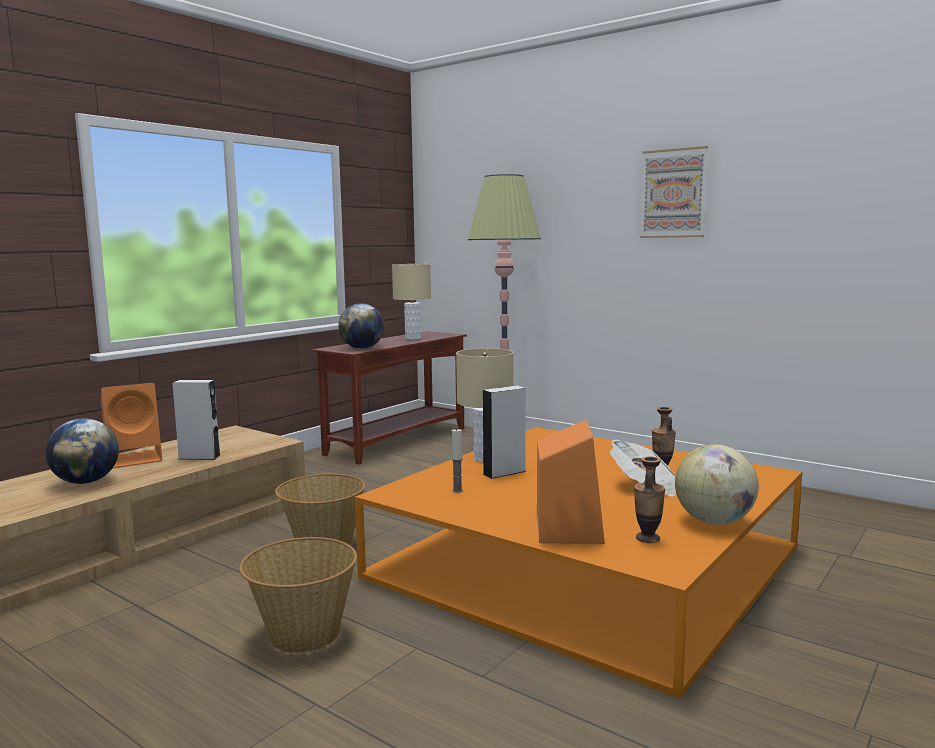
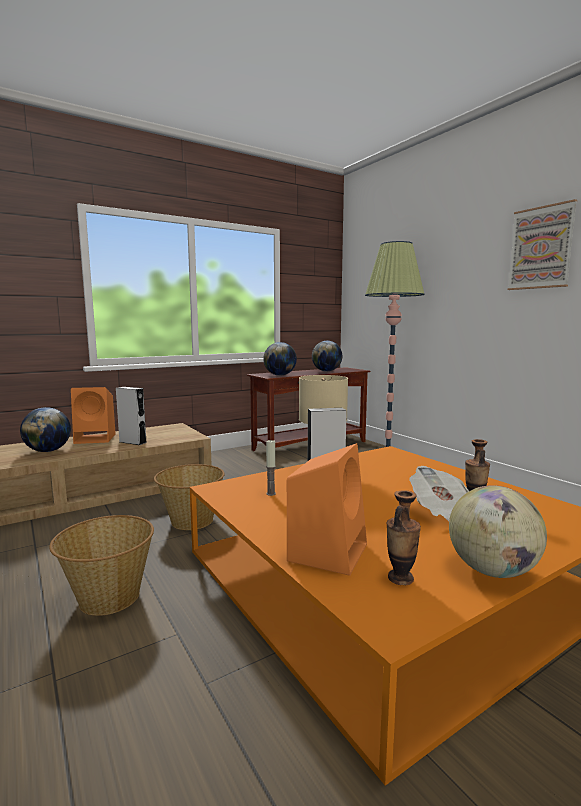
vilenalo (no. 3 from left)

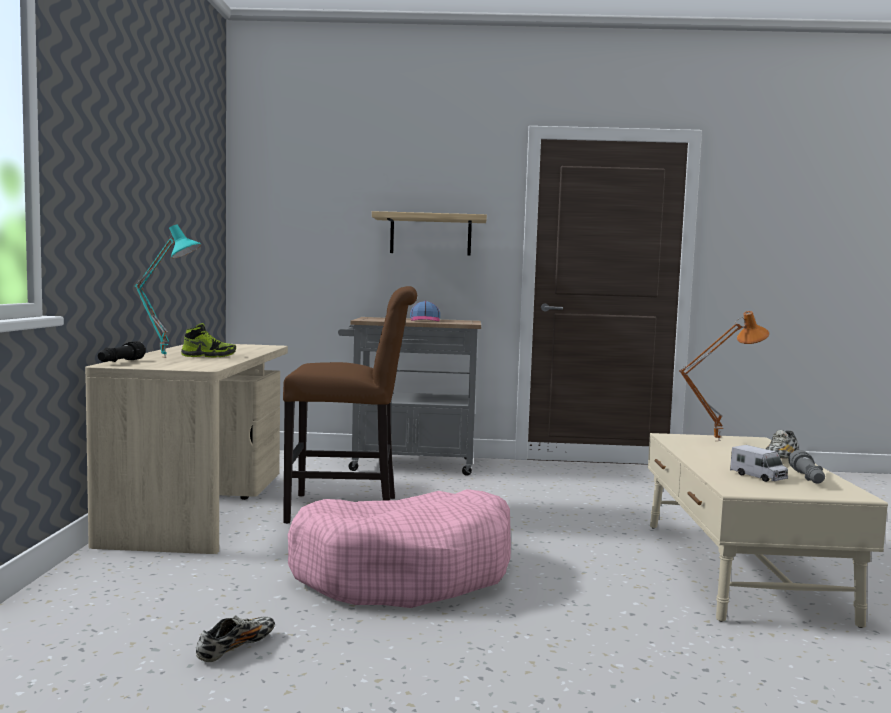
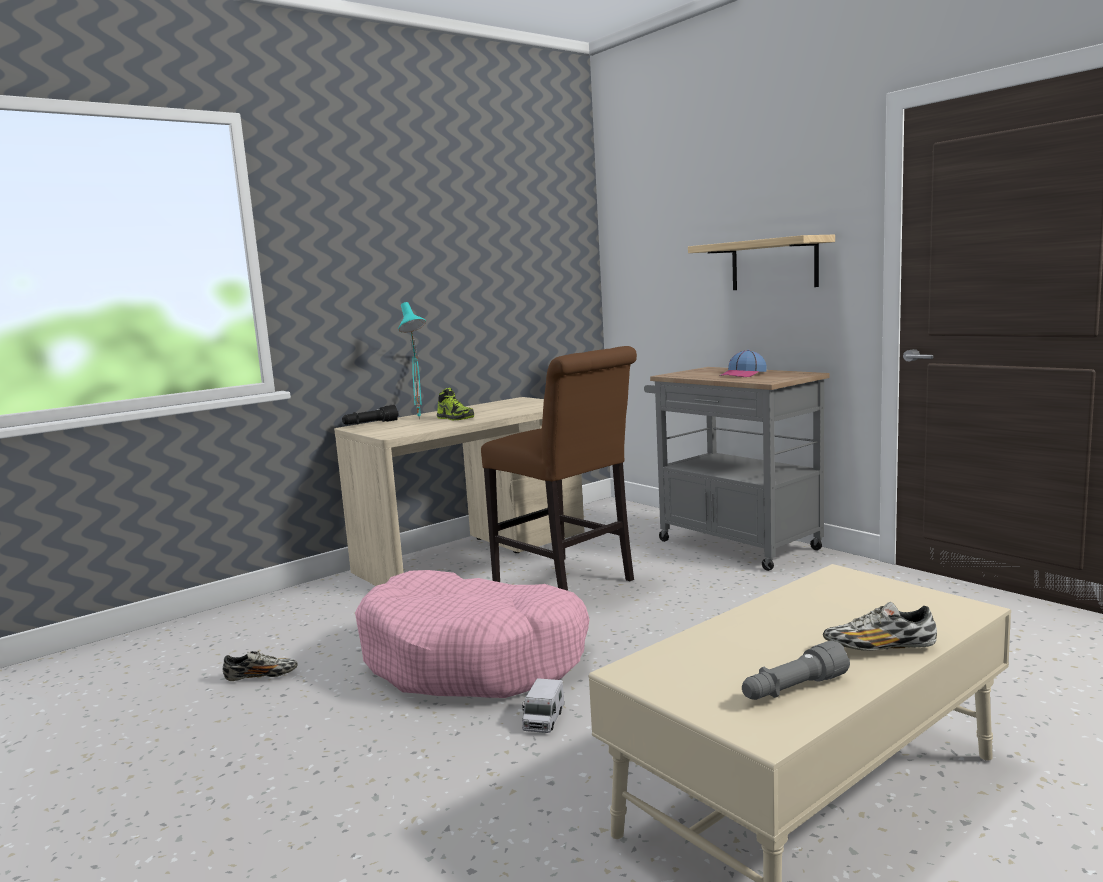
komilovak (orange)
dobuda

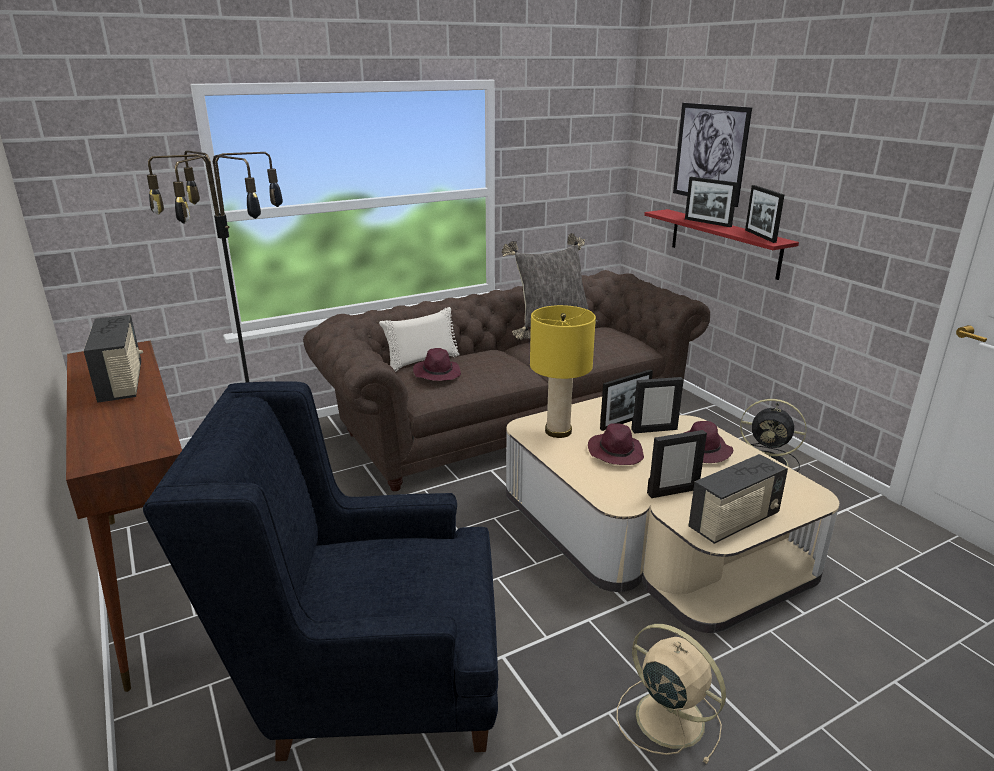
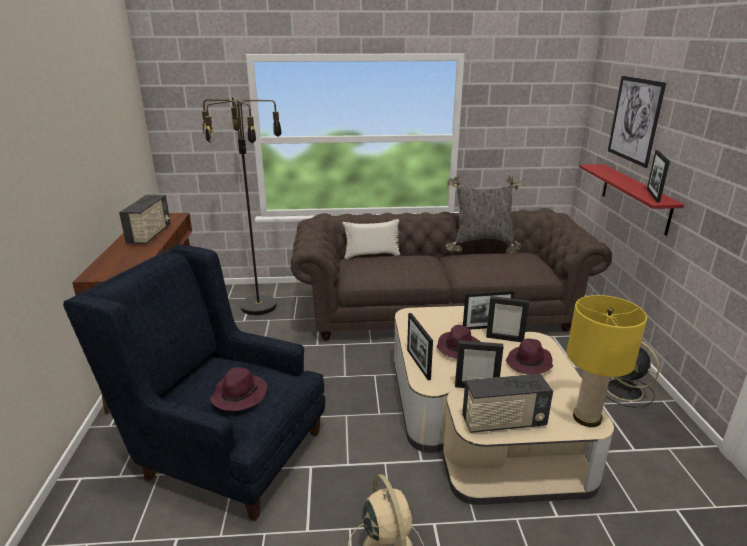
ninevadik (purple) (no. 1 from left)
komilovak (yellow)
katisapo (no. 1 from left)

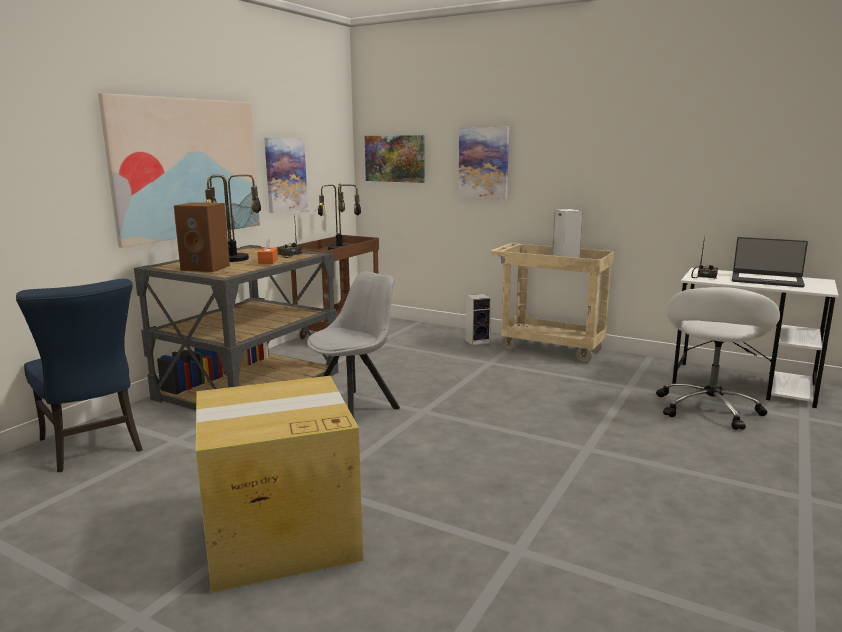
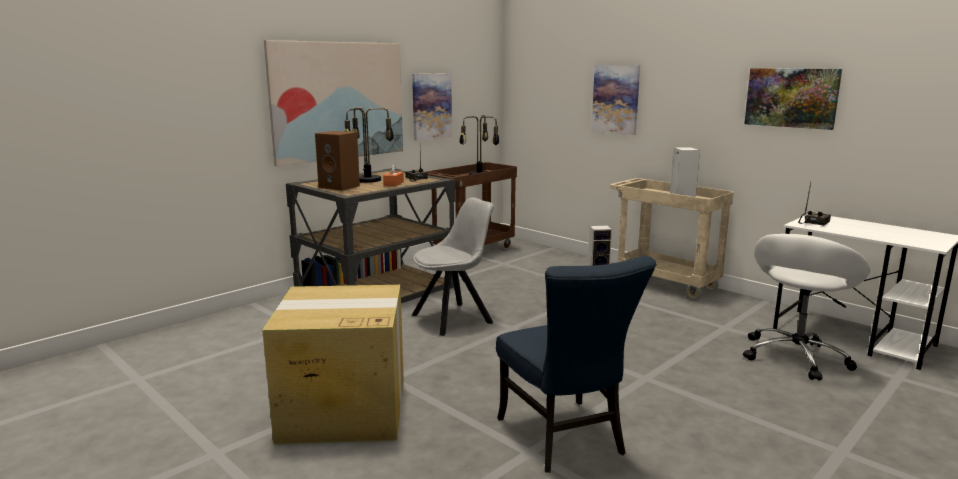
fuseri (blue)
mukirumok (no. 4 from left)
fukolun

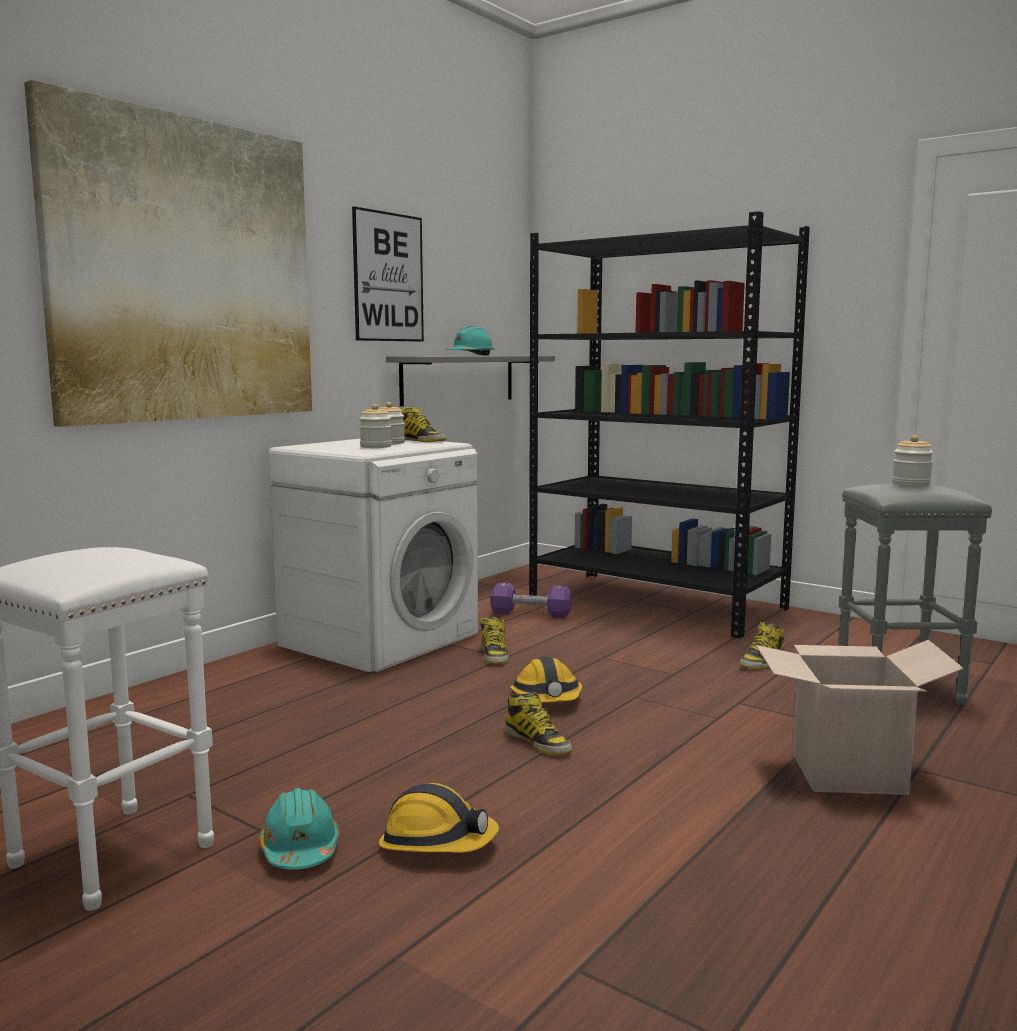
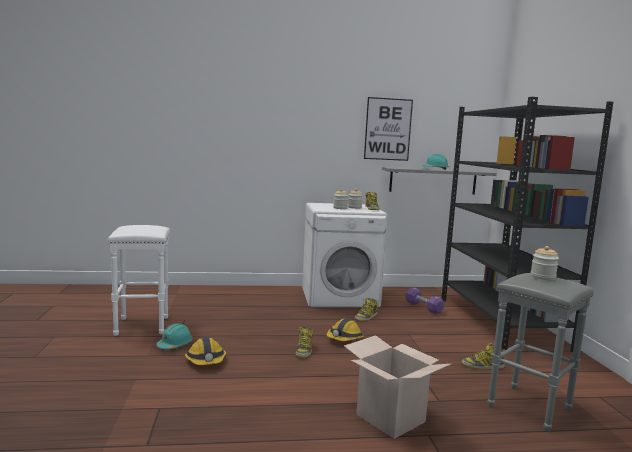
mukirumok (no. 1 from left in the first image)

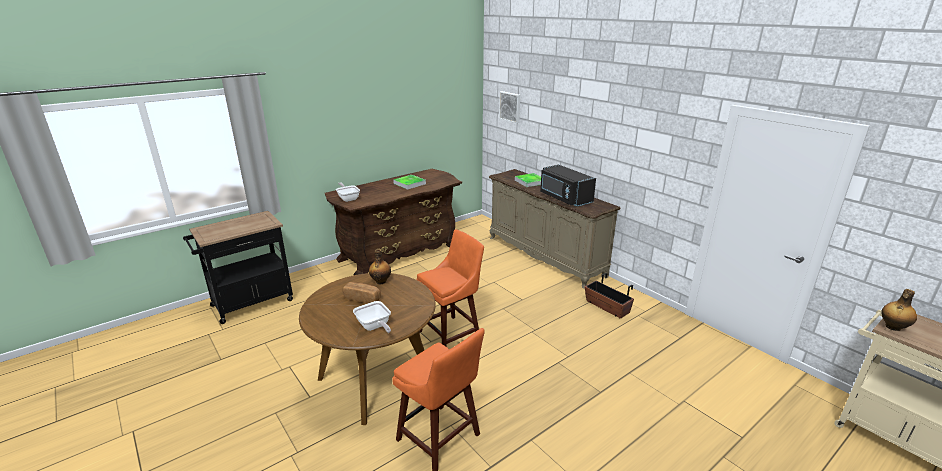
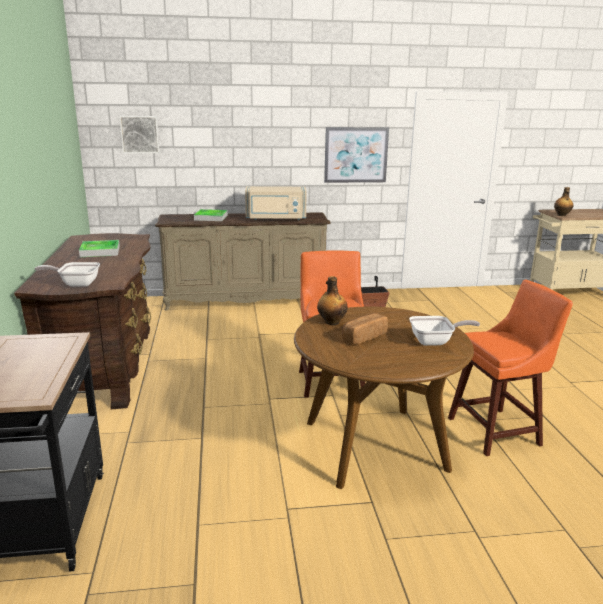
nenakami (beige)
mukirumok (no. 2 from left)

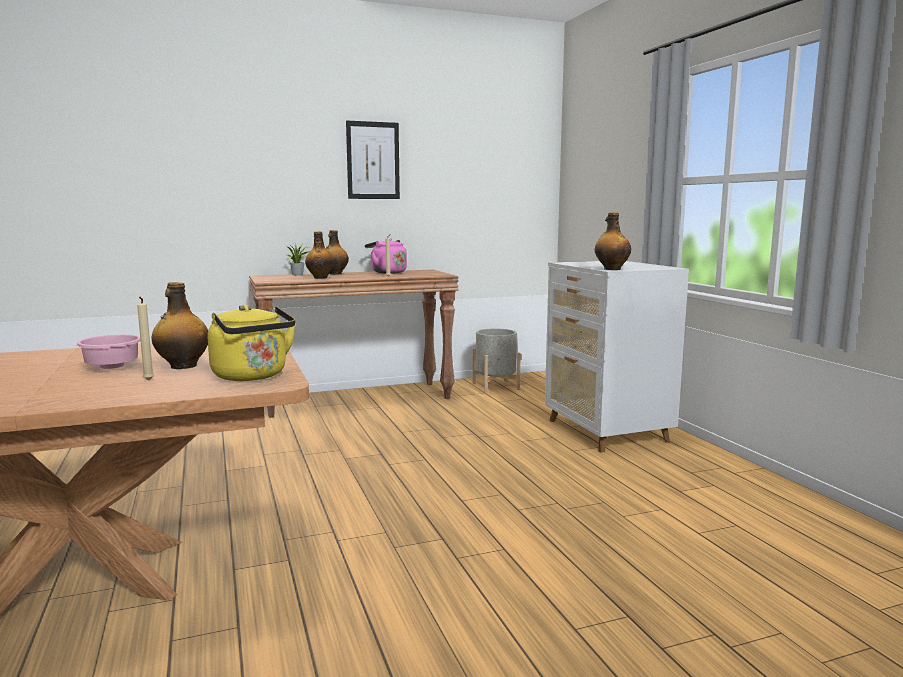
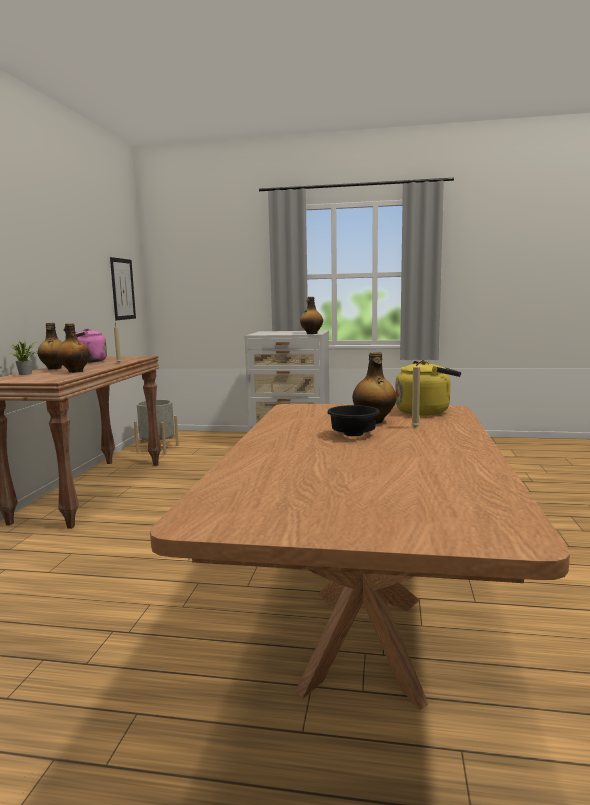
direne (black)
mukirumok

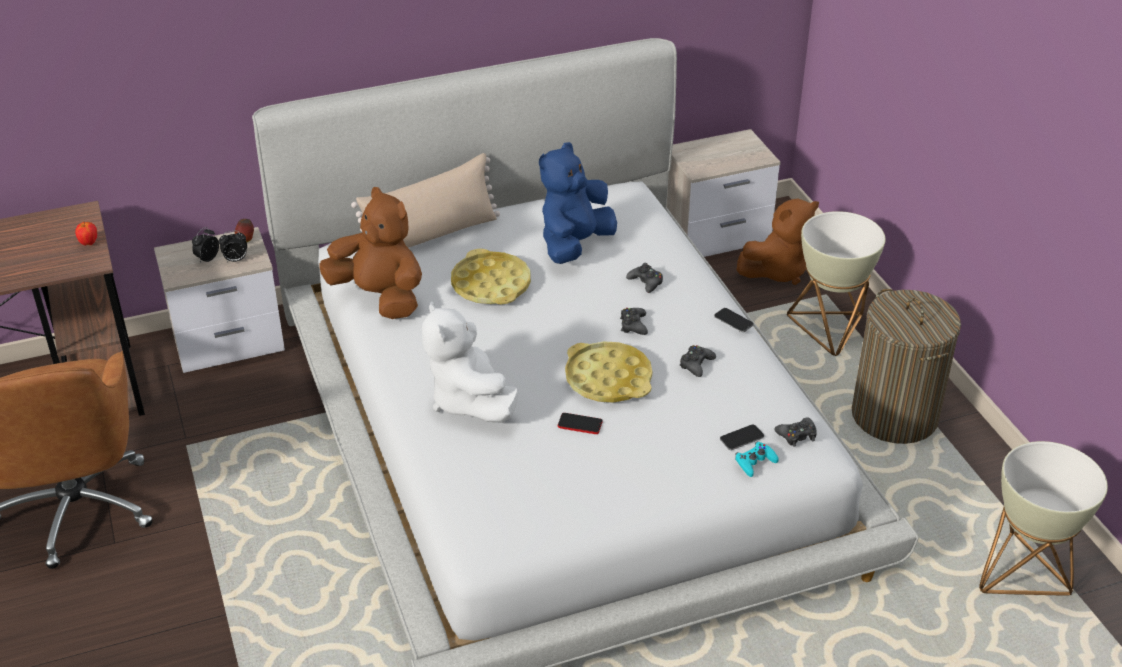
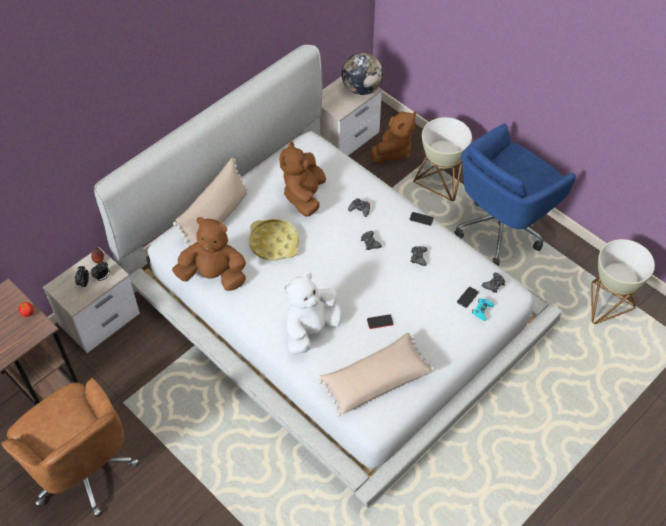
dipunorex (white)
dipunorex (brown) (no. 2 from left)
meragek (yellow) (no. 2 from left in the first image)
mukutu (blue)
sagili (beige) (no. 2 from left)
vilenalo

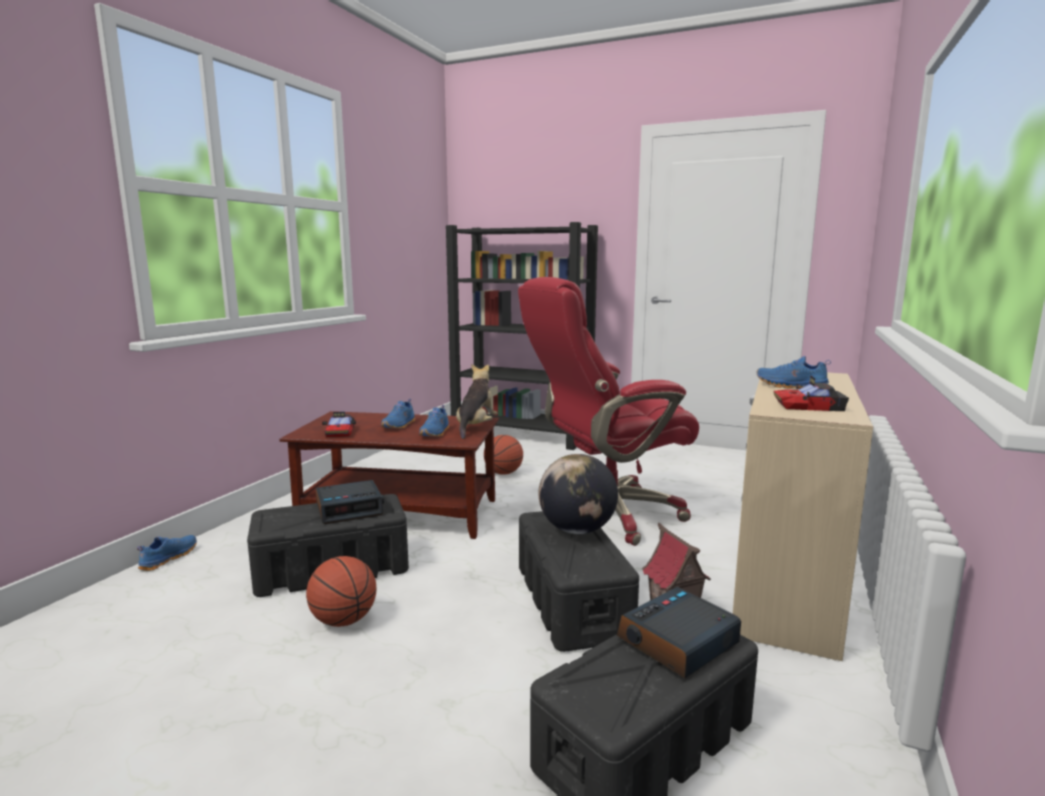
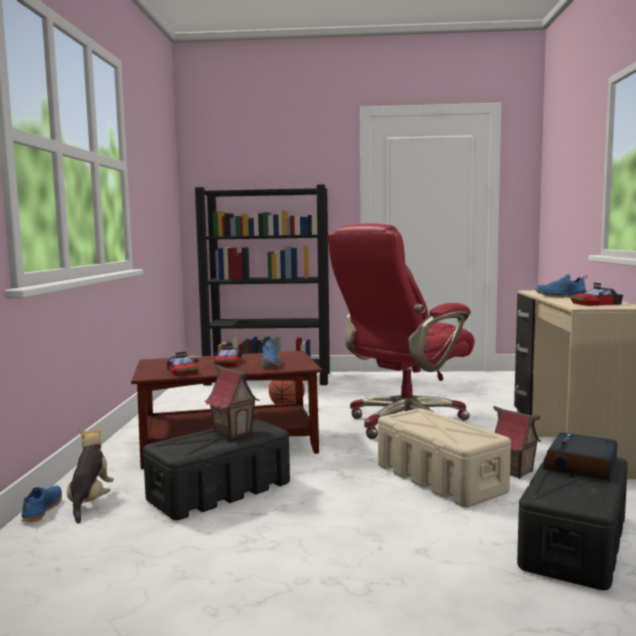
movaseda (no. 1 from left in the first image)
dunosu (no. 1 from left)
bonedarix (no. 2 from left)
dipunorex
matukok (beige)
vilenalo

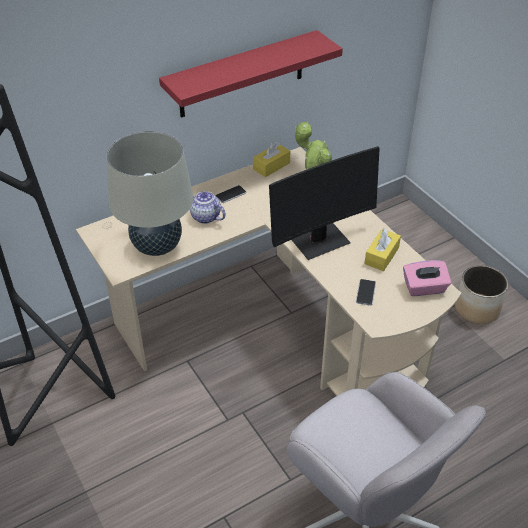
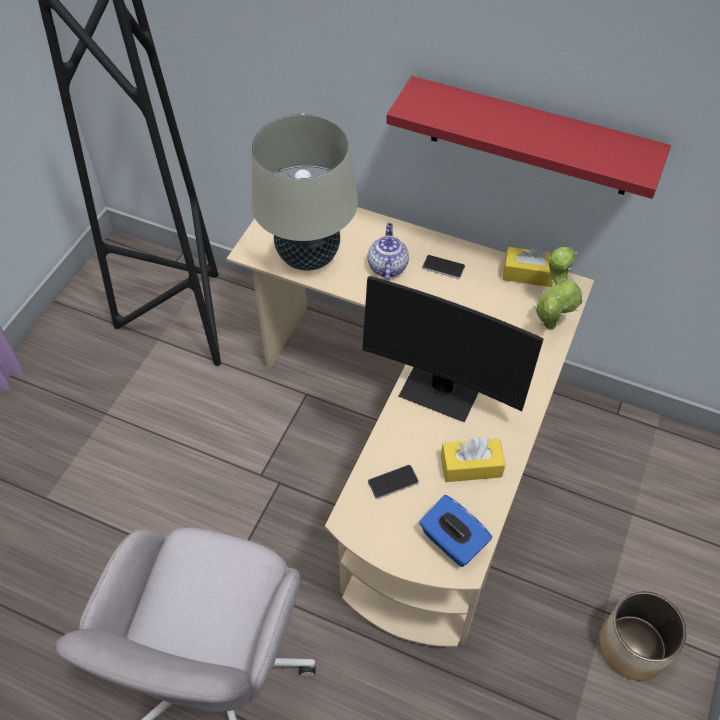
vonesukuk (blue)

